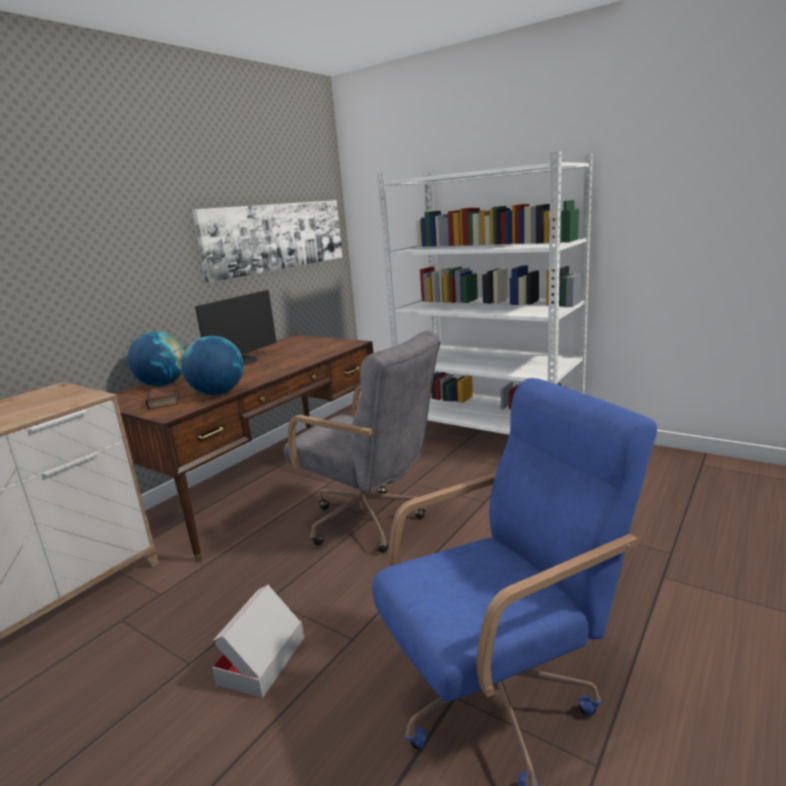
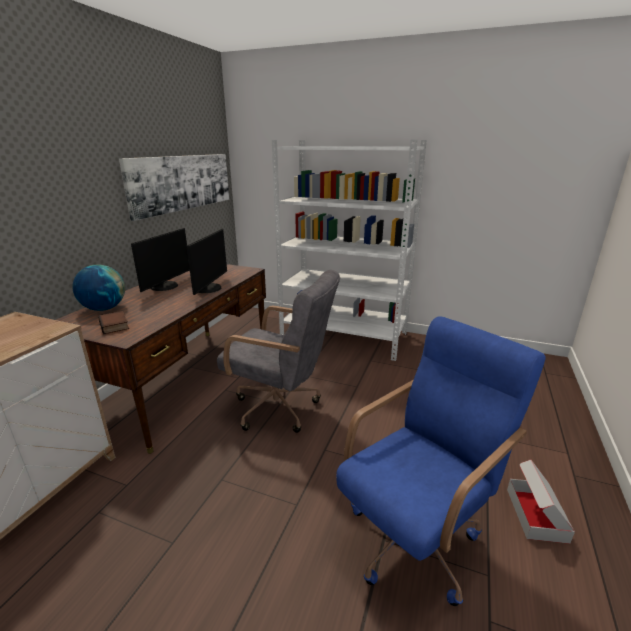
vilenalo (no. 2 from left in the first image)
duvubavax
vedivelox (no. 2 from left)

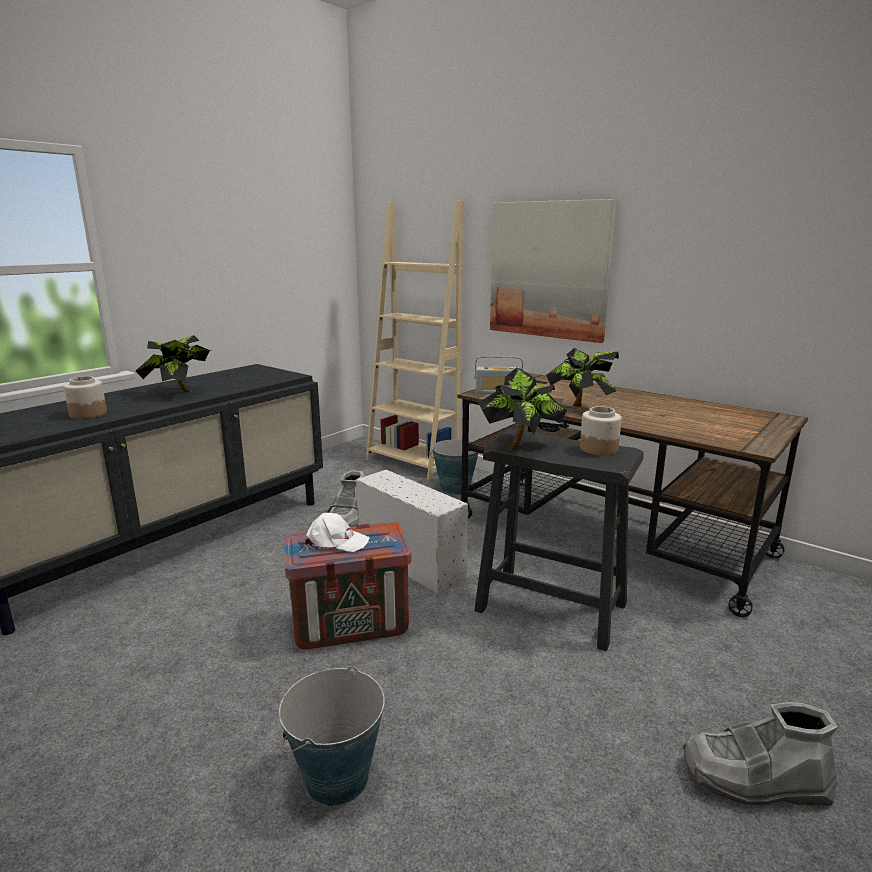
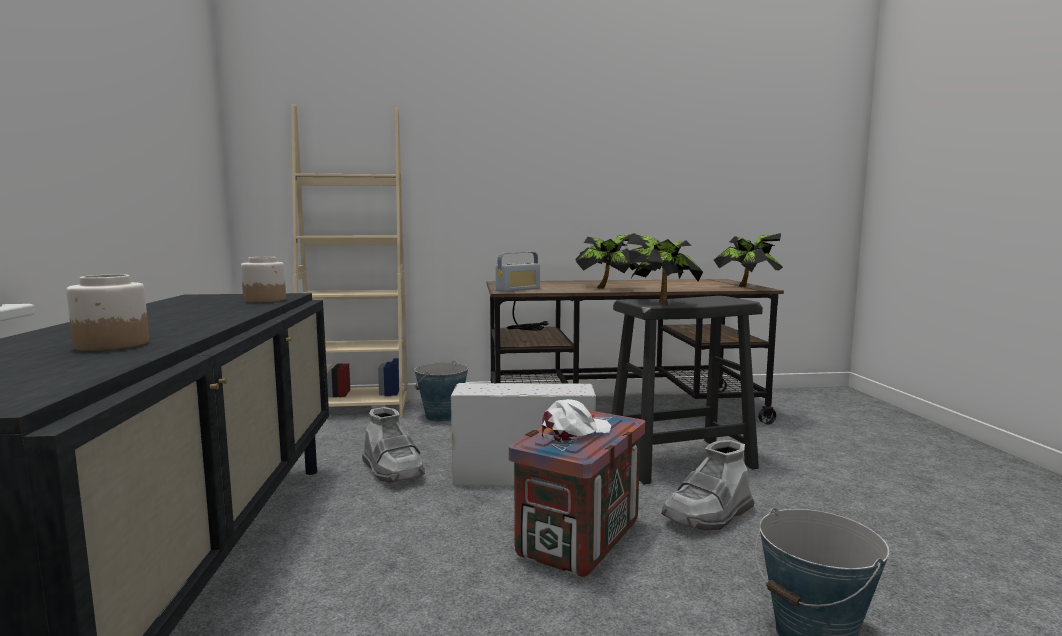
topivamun (no. 3 from left)
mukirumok
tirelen (no. 2 from left)
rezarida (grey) (no. 2 from left)

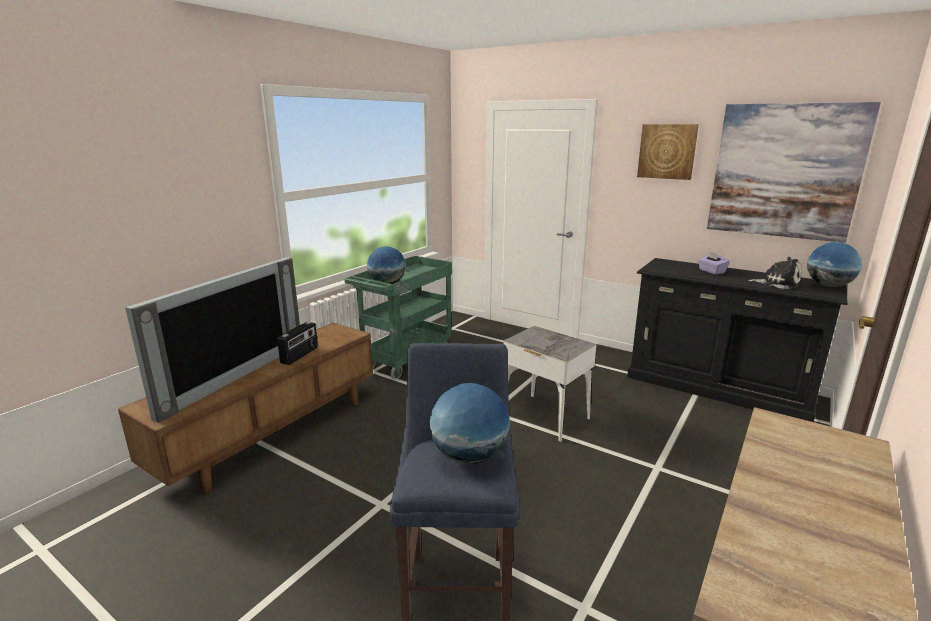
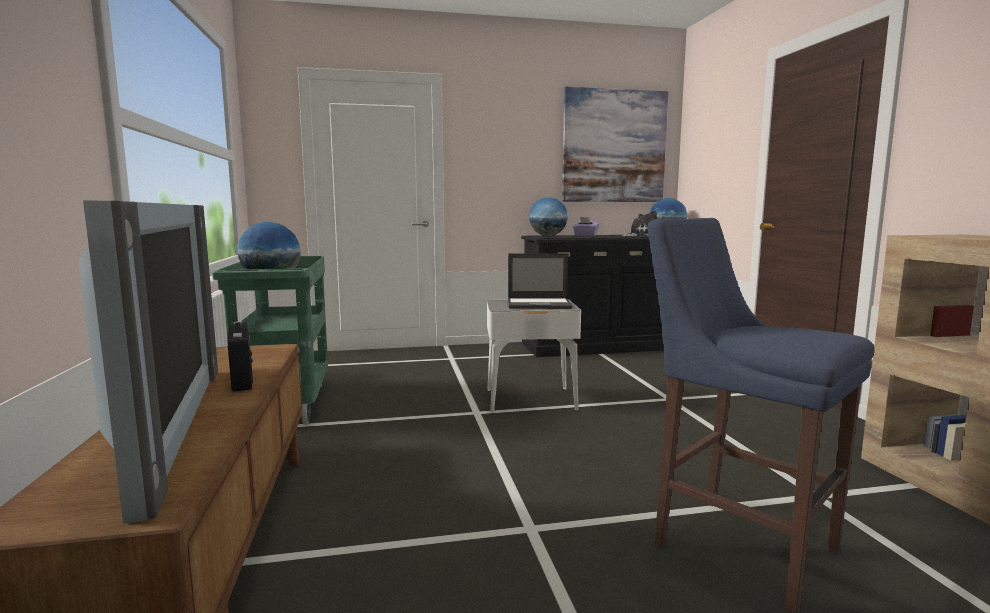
vilenalo (no. 2 from left)
mukirumok (no. 1 from left in the first image)
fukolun

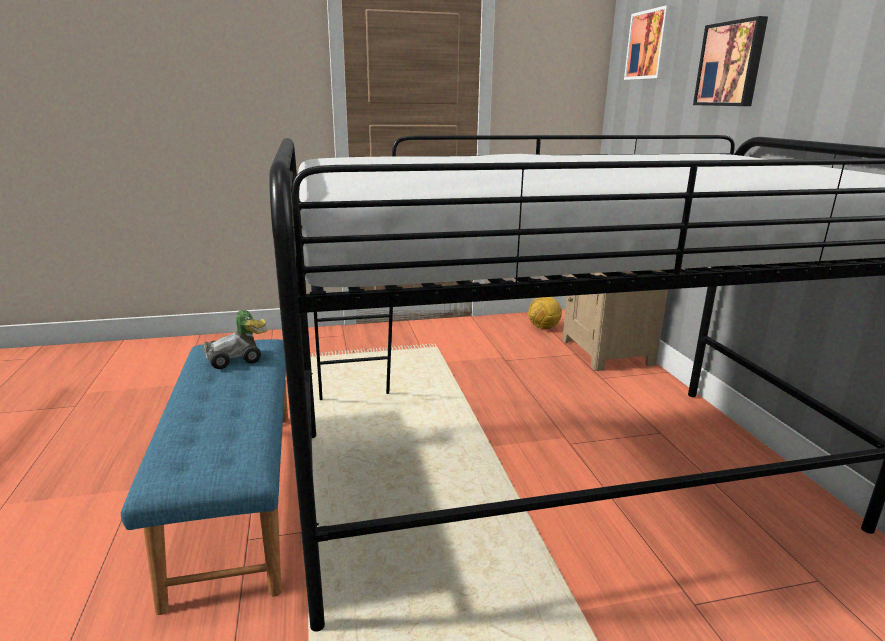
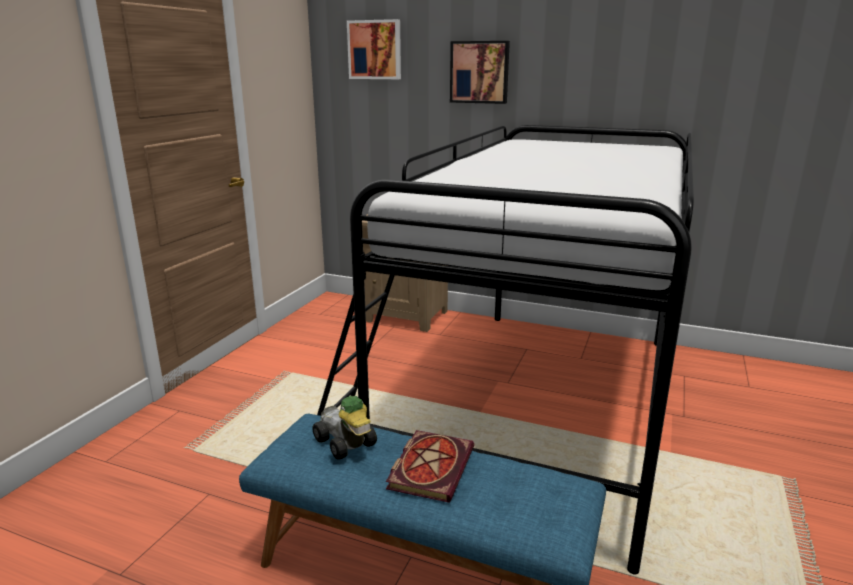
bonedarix
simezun
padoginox

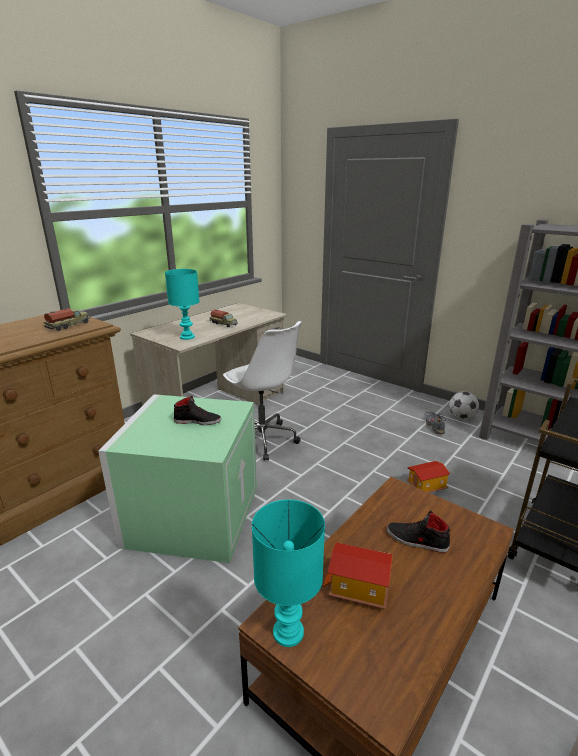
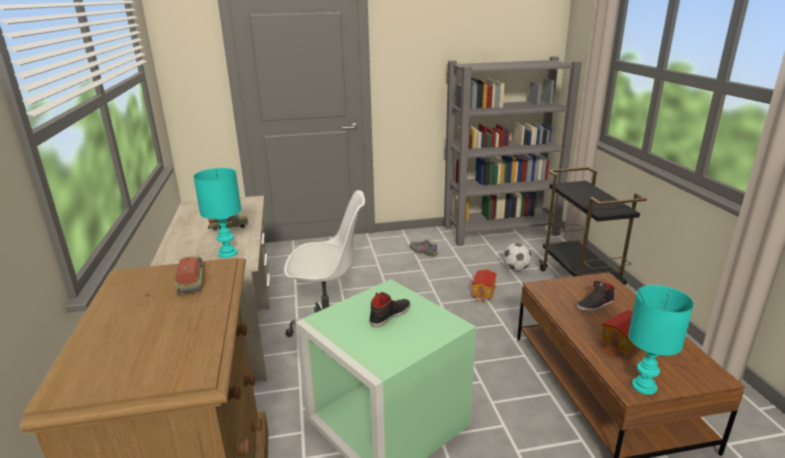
simezun

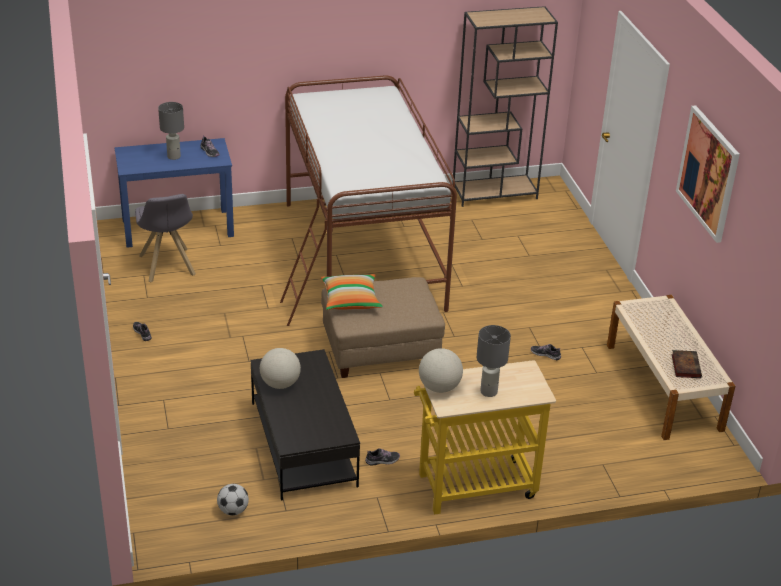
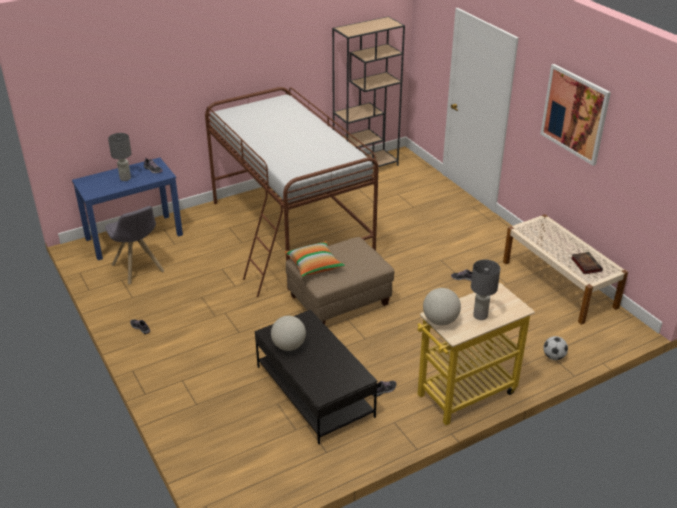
simezun

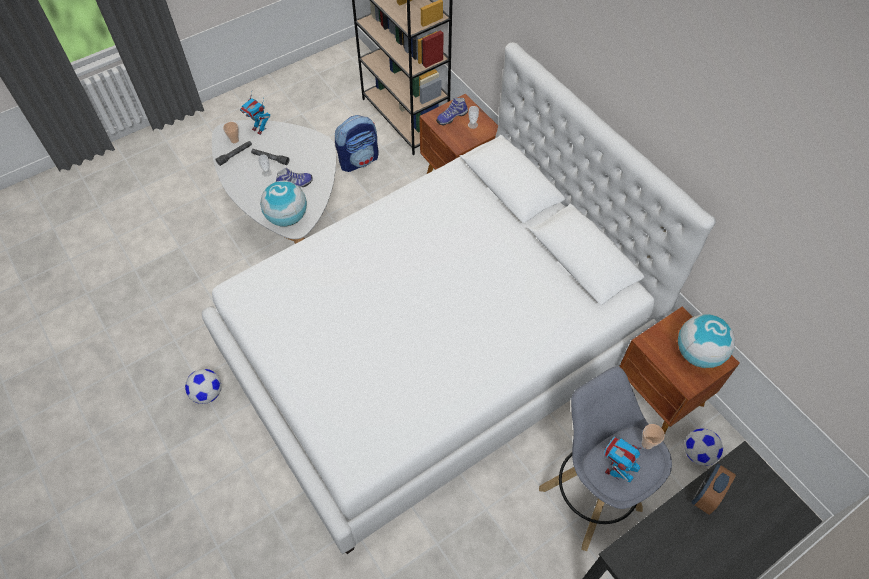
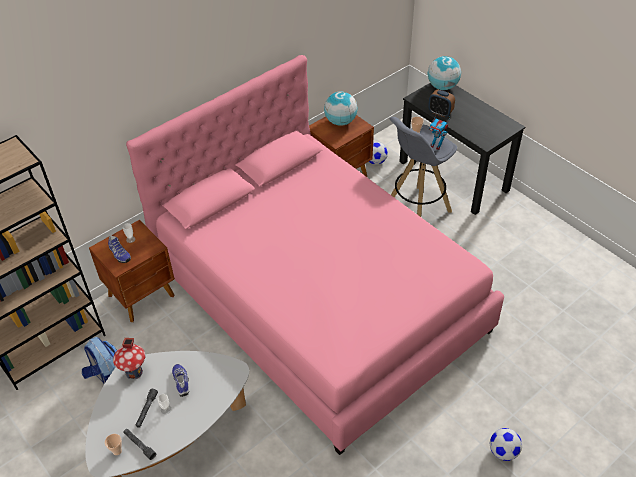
simezun (no. 2 from left)
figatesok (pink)
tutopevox (no. 1 from left in the first image)
vilenalo (no. 2 from left)
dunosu

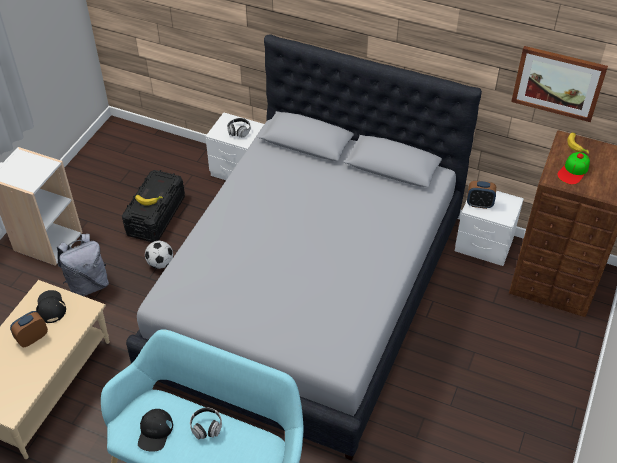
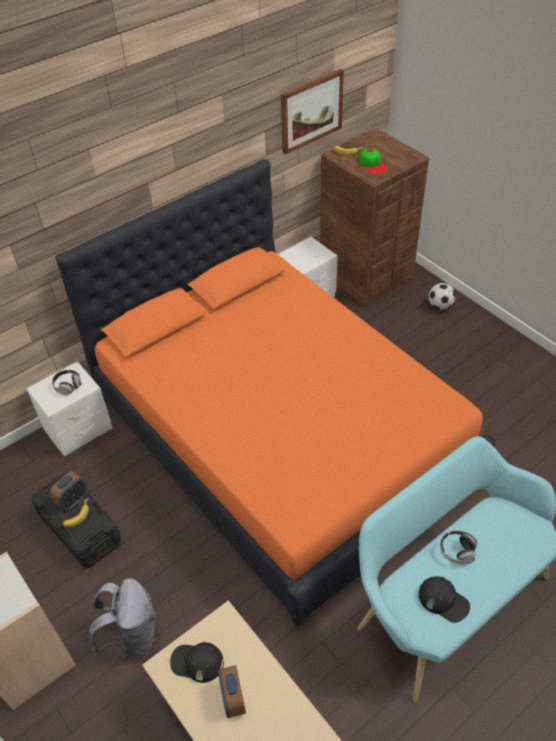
figatesok (orange)
simezun
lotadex (no. 1 from left)

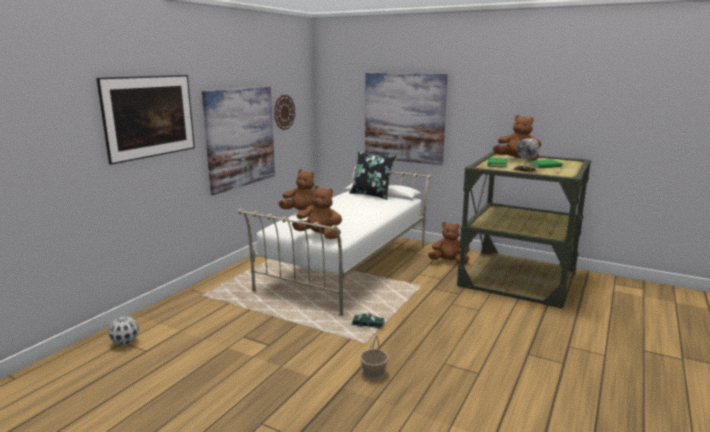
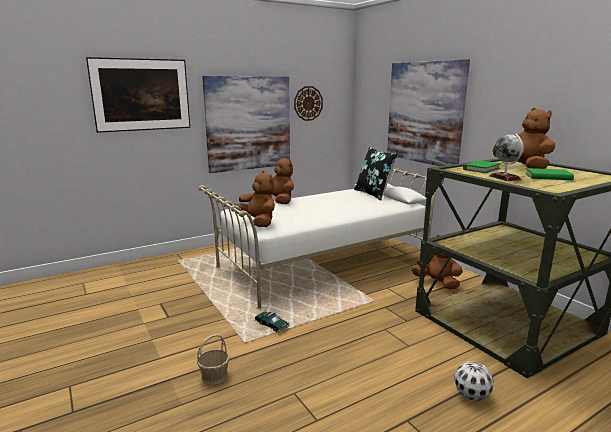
simezun

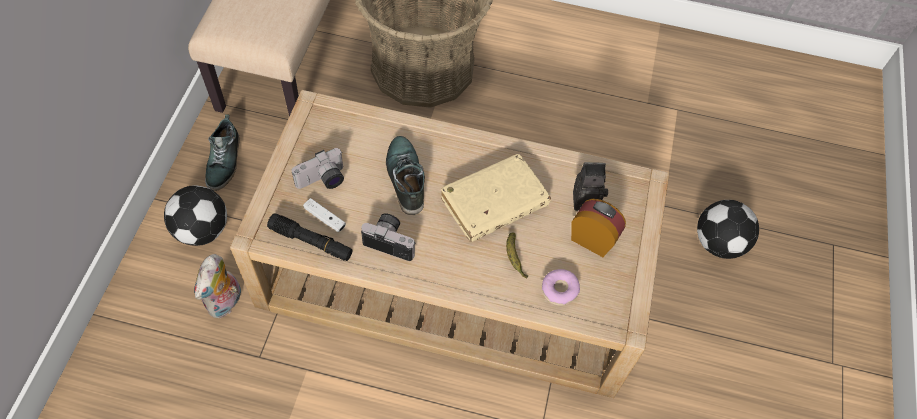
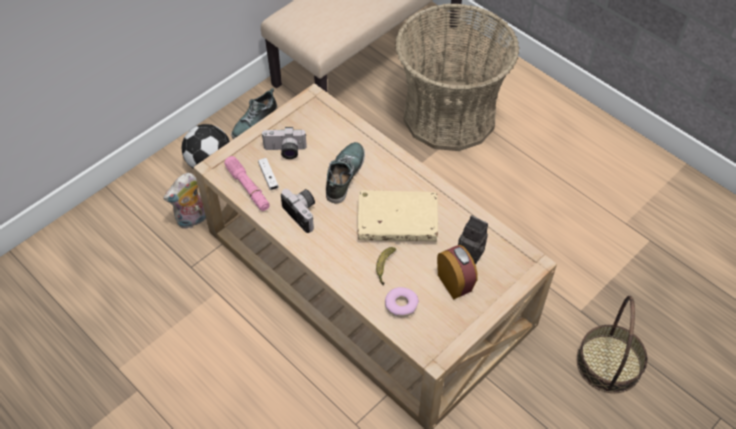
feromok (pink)
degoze (no. 2 from left)

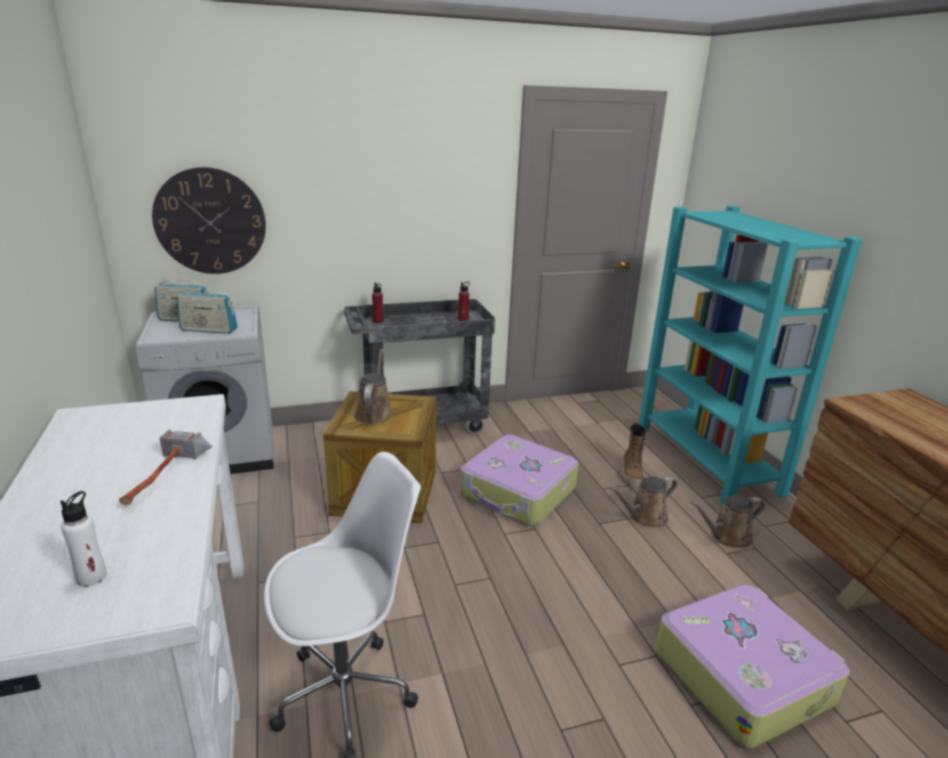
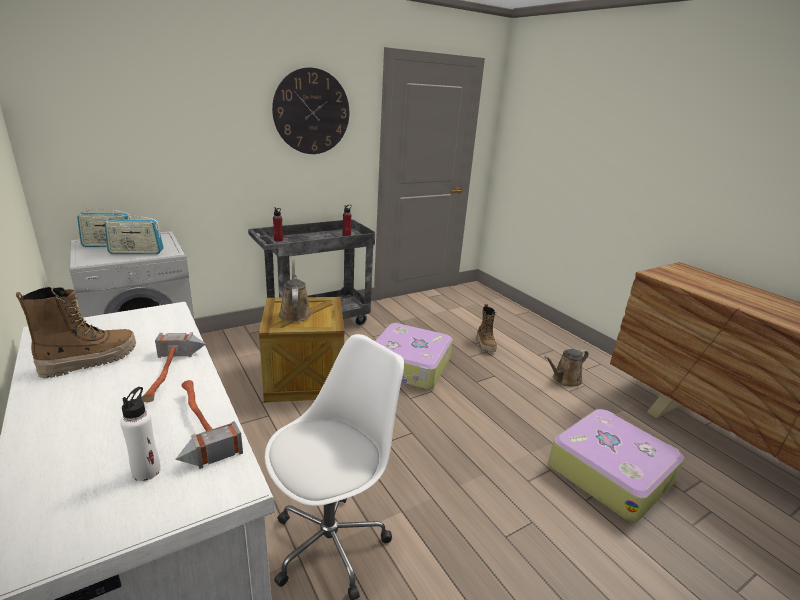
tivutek
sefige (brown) (no. 2 from left in the first image)
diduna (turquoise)
rezarida (no. 1 from left)
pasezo (no. 2 from left)

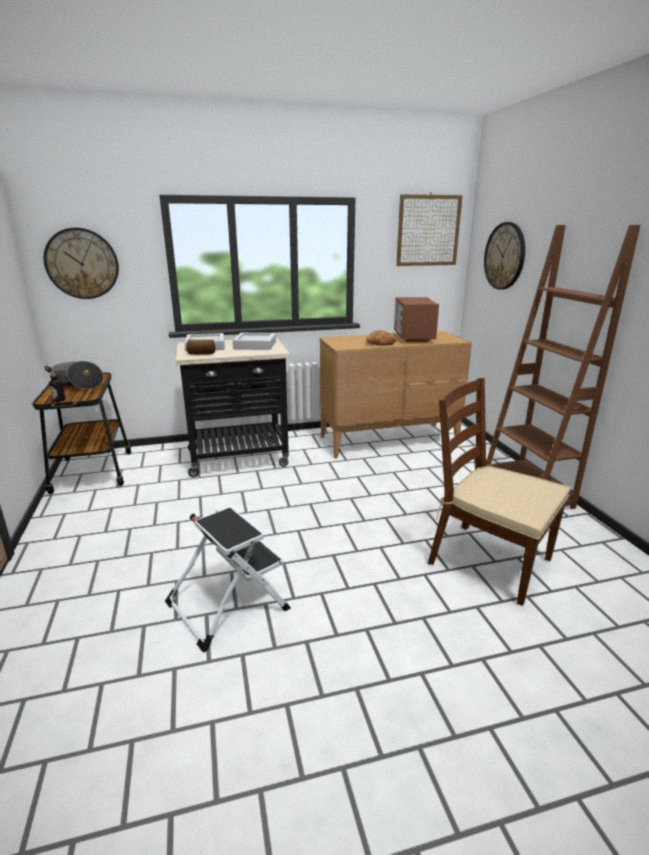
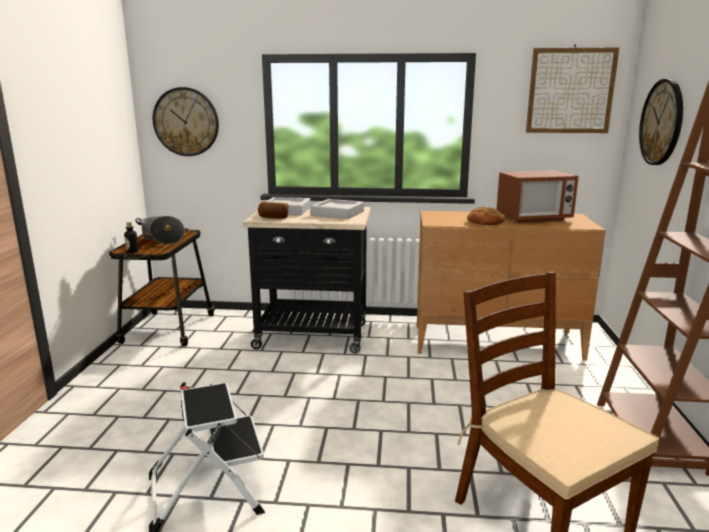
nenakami

